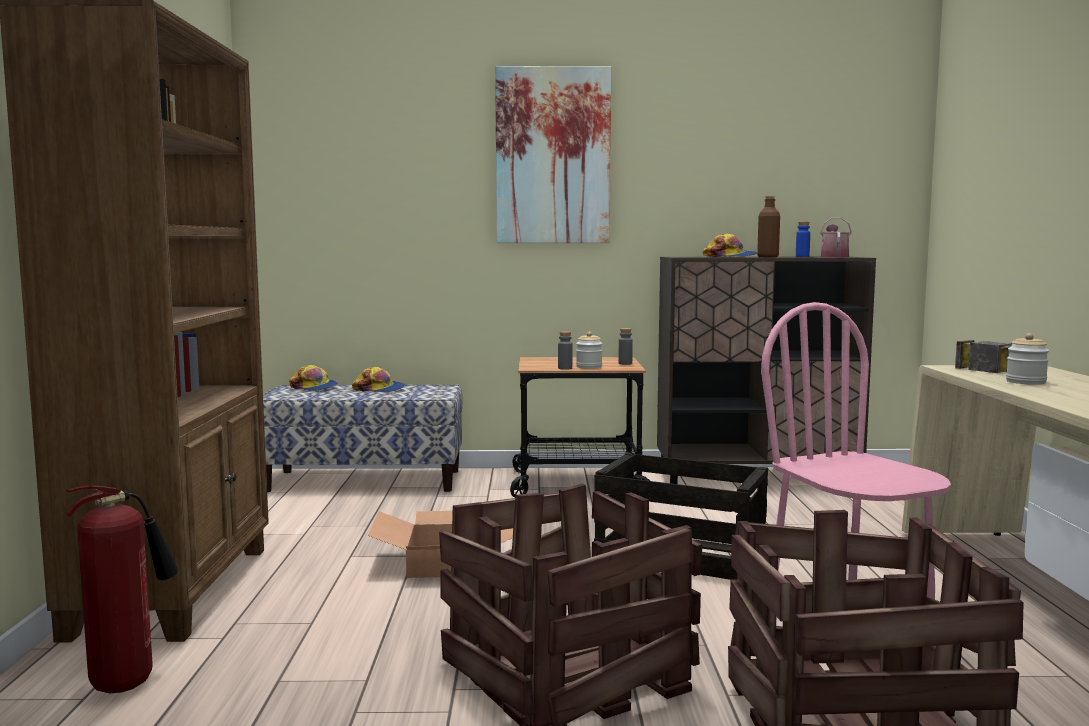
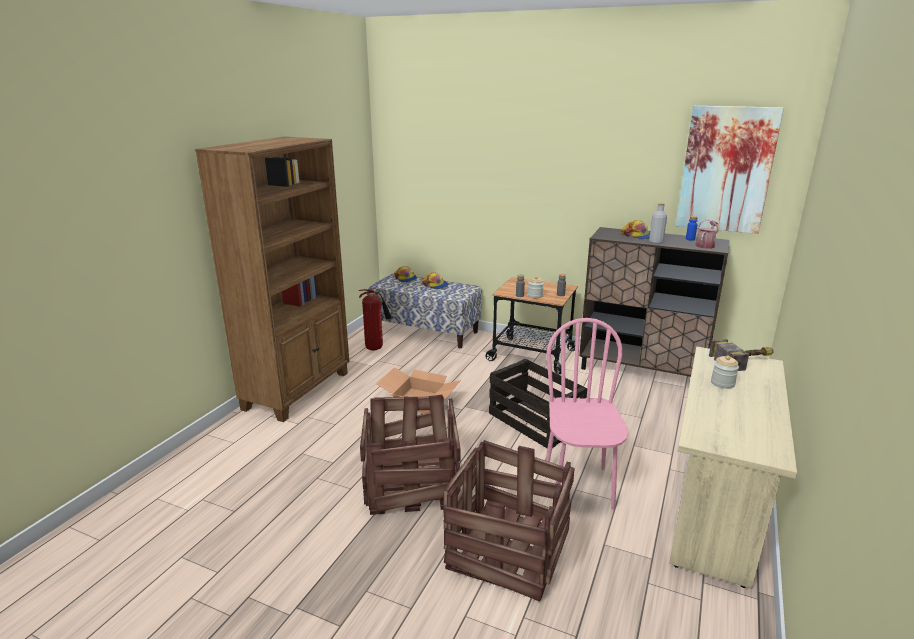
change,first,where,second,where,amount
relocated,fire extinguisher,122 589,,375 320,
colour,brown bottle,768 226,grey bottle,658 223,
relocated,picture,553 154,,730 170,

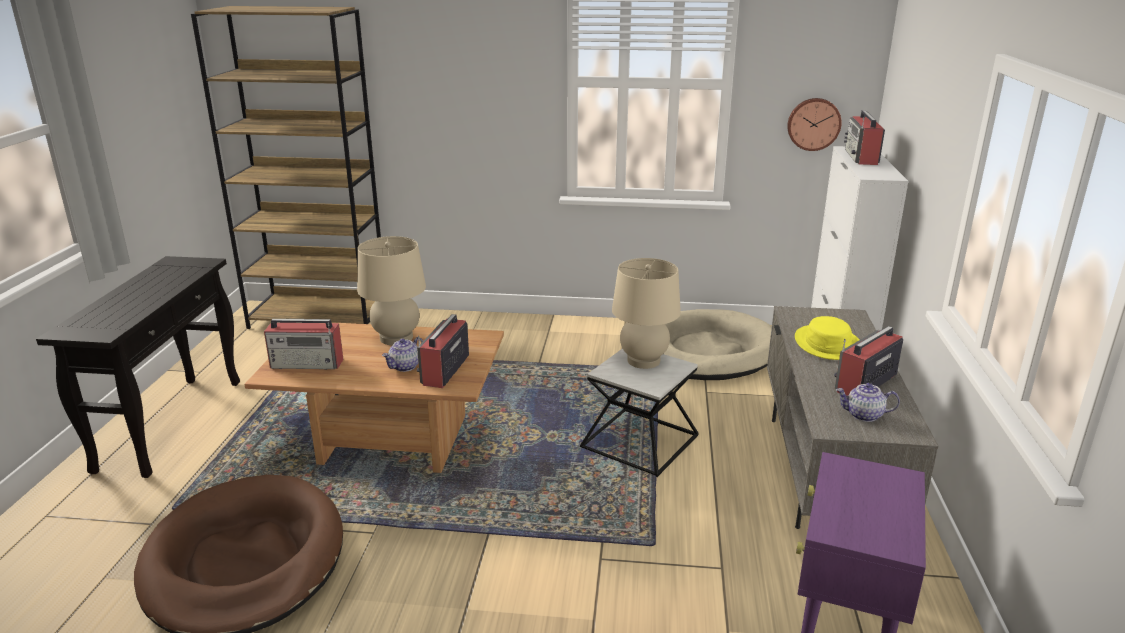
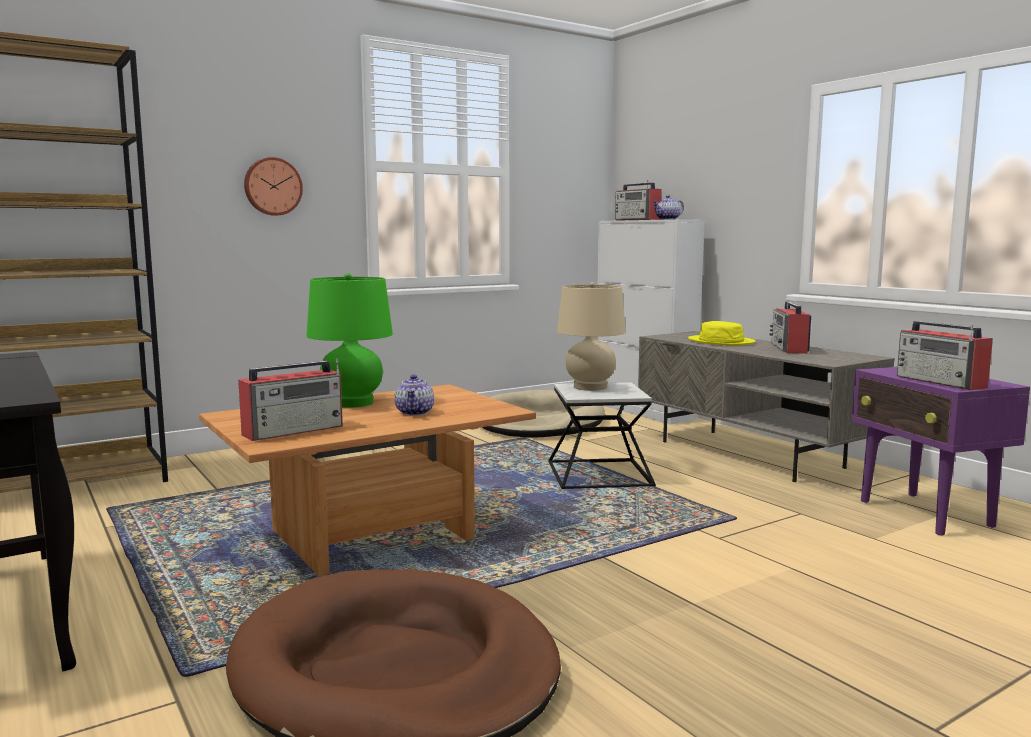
change,first,where,second,where,amount
relocated,wall clock,814 124,,273 186,
colour,beige table lamp,391 290,green table lamp,349 340,
relocated,teapot,868 402,,668 207,
relocated,radio,443 351,,945 355,

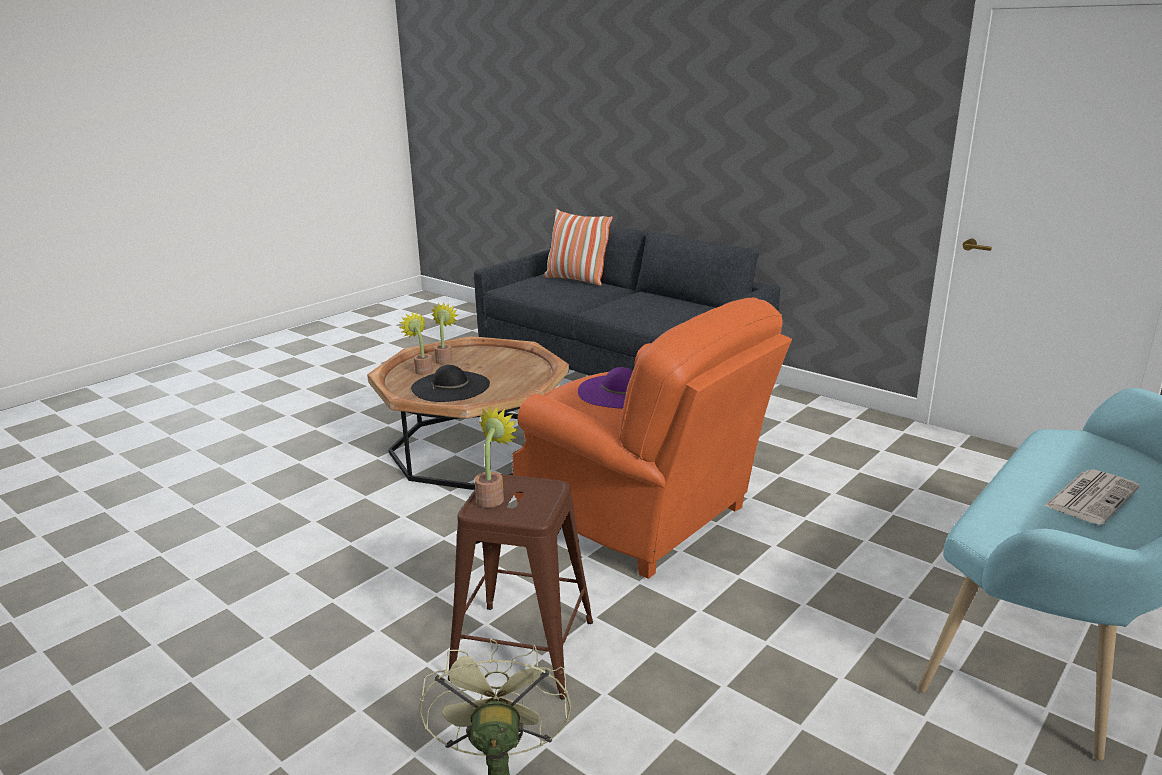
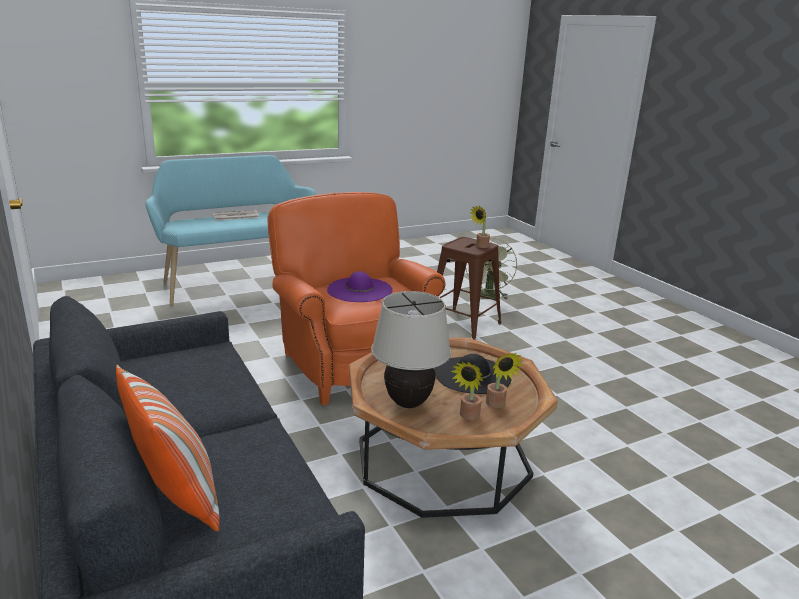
change,first,where,second,where,amount
appeared,,,beige table lamp,411 349,

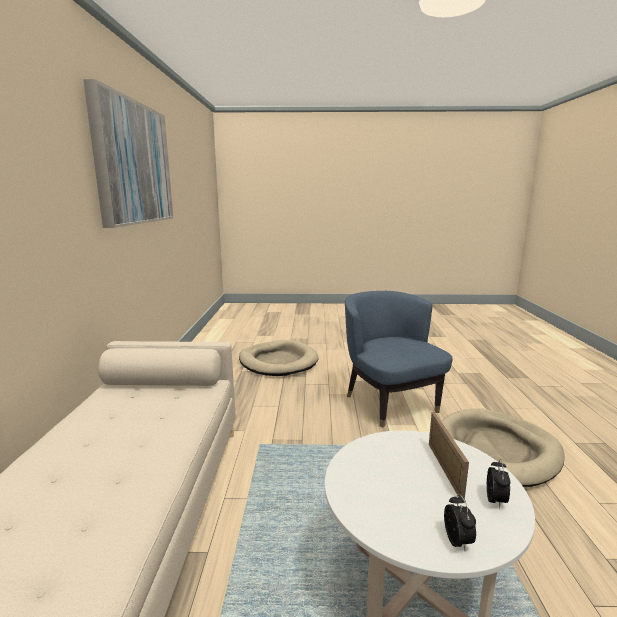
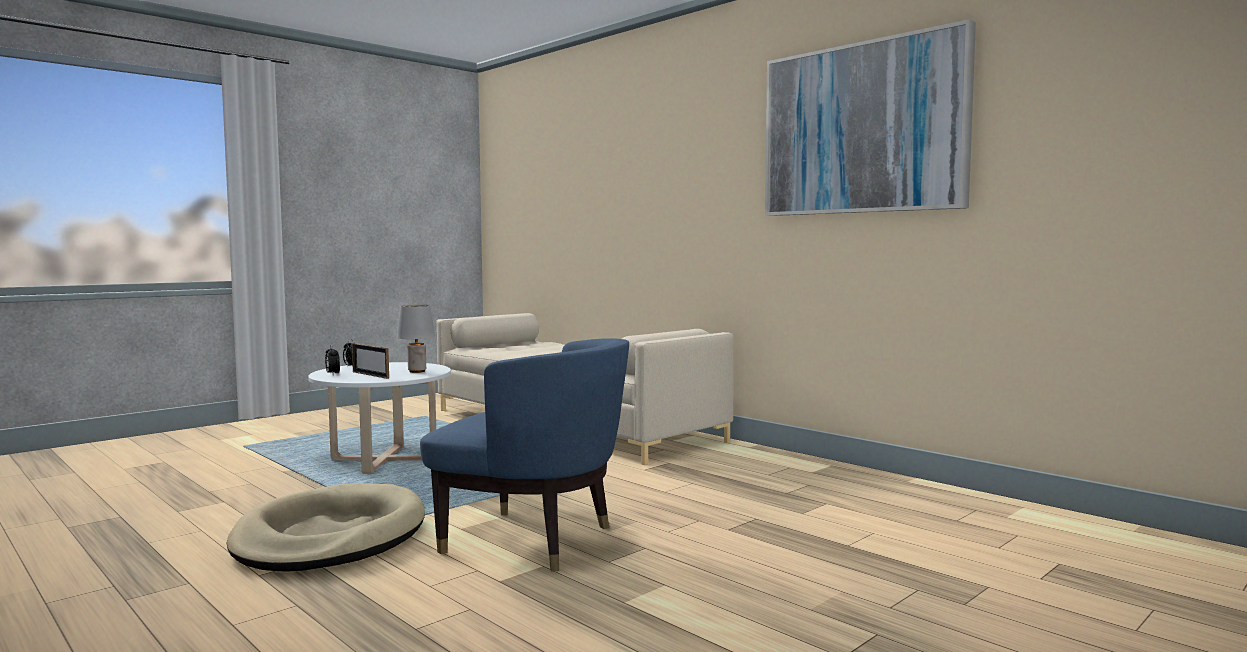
change,first,where,second,where,amount
appeared,,,grey table lamp,416 339,
missing,beige dog bed,279 358,,,

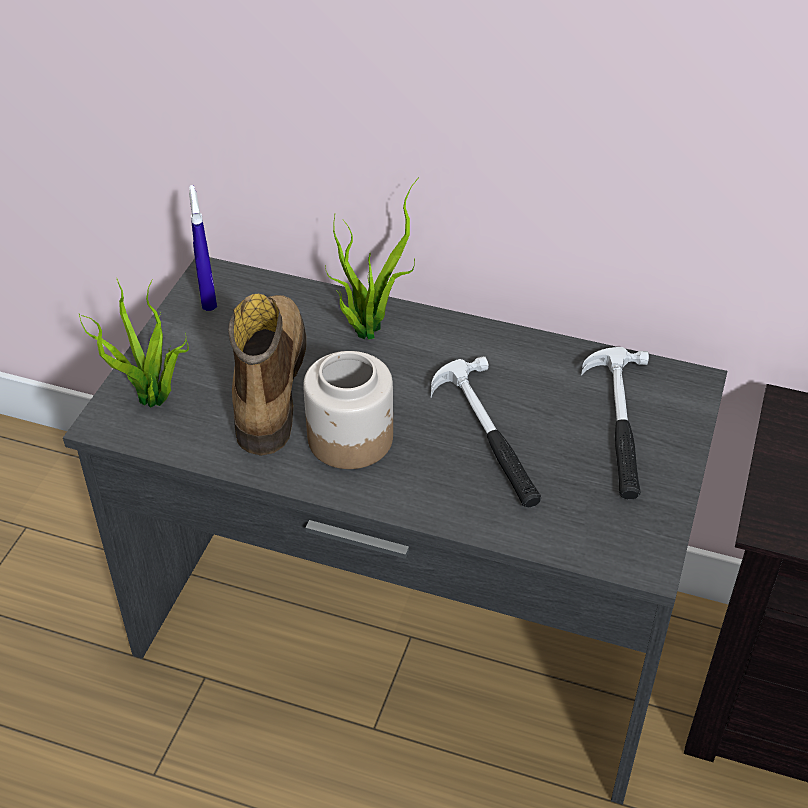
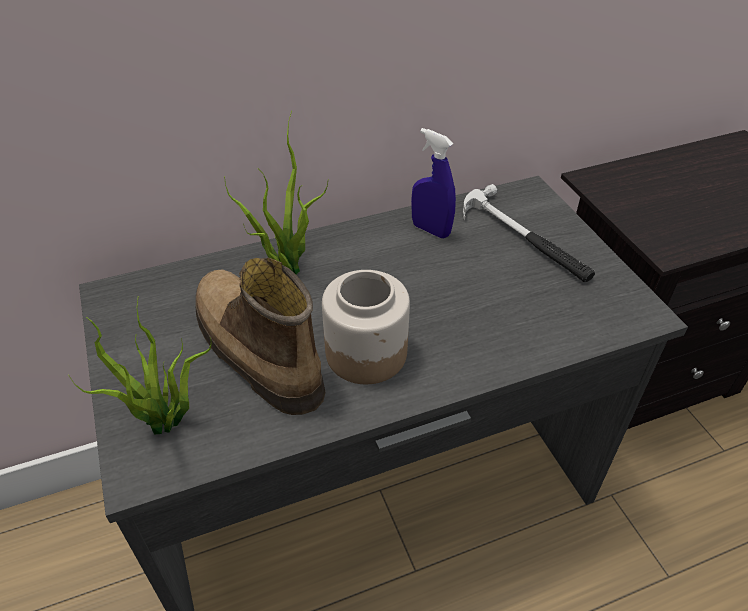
change,first,where,second,where,amount
relocated,blue spray bottle,203 248,,433 183,
missing,hammer,486 431,,,

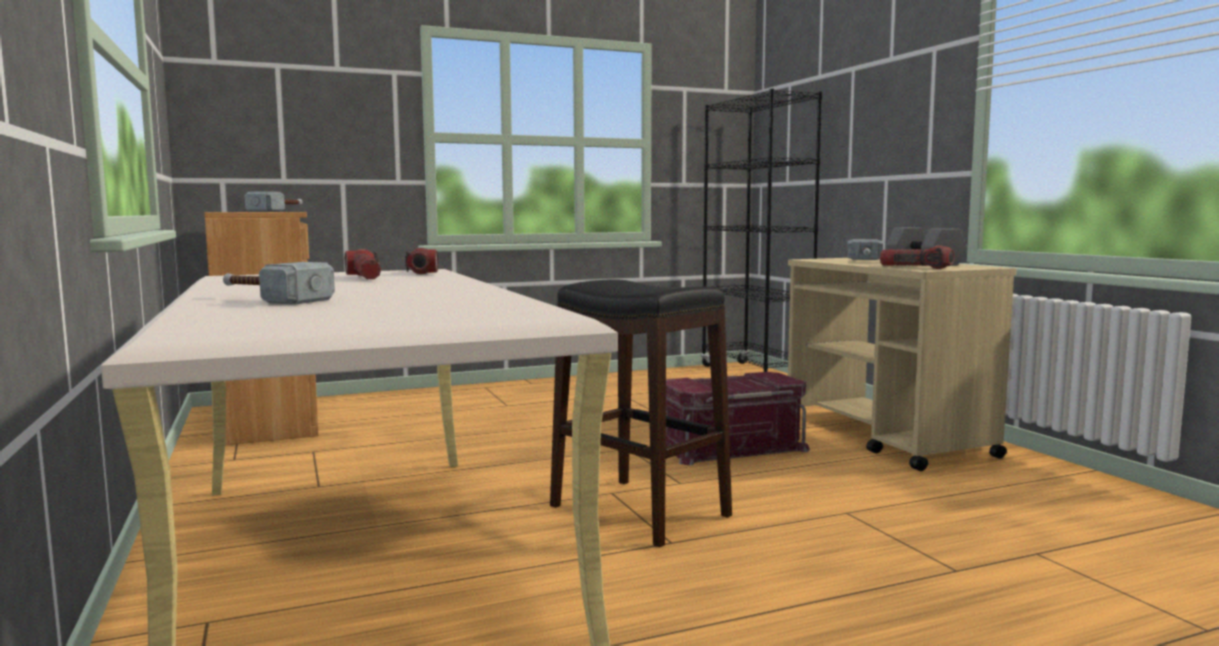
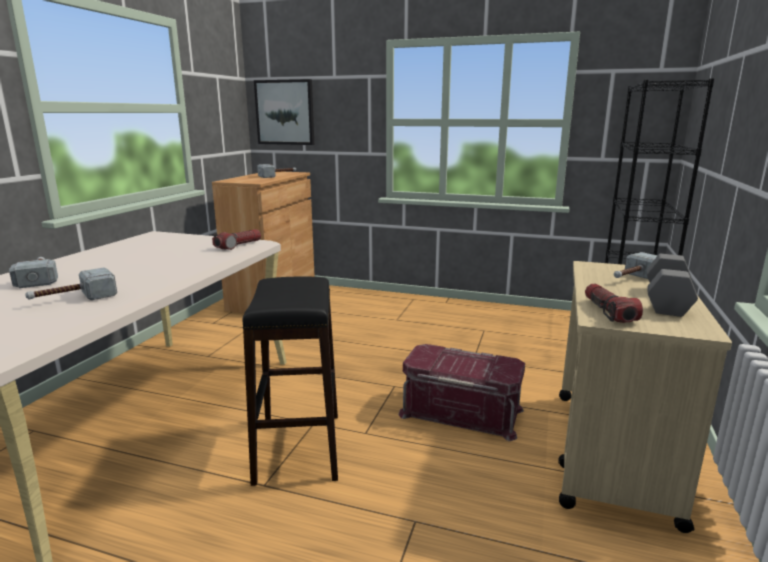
change,first,where,second,where,amount
appeared,,,hammer,71 283,
appeared,,,picture,284 112,
missing,flashlight,363 264,,,

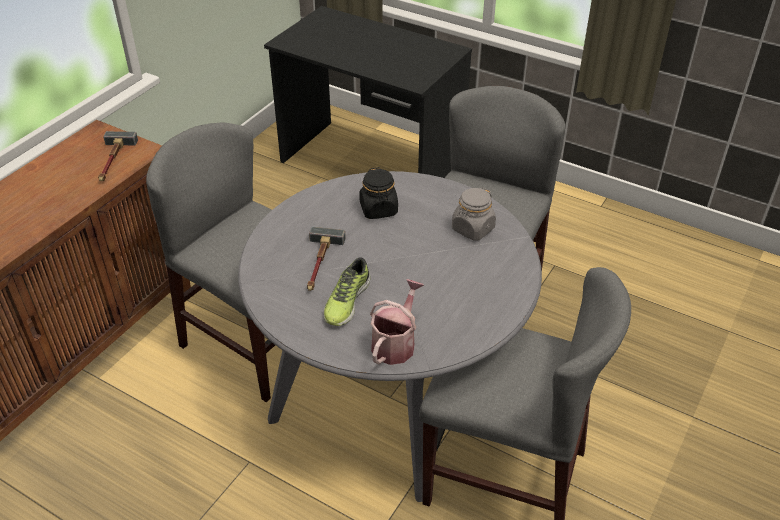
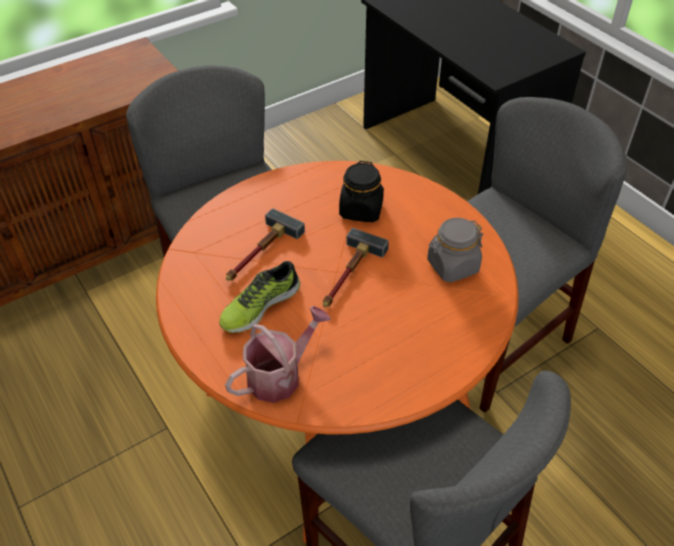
change,first,where,second,where,amount
colour,grey dining table,390 336,orange dining table,337 352,
relocated,hammer,118 156,,356 267,

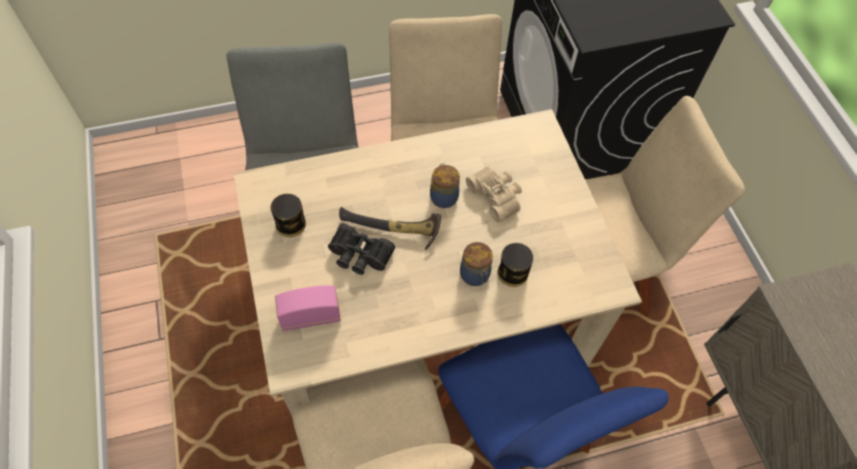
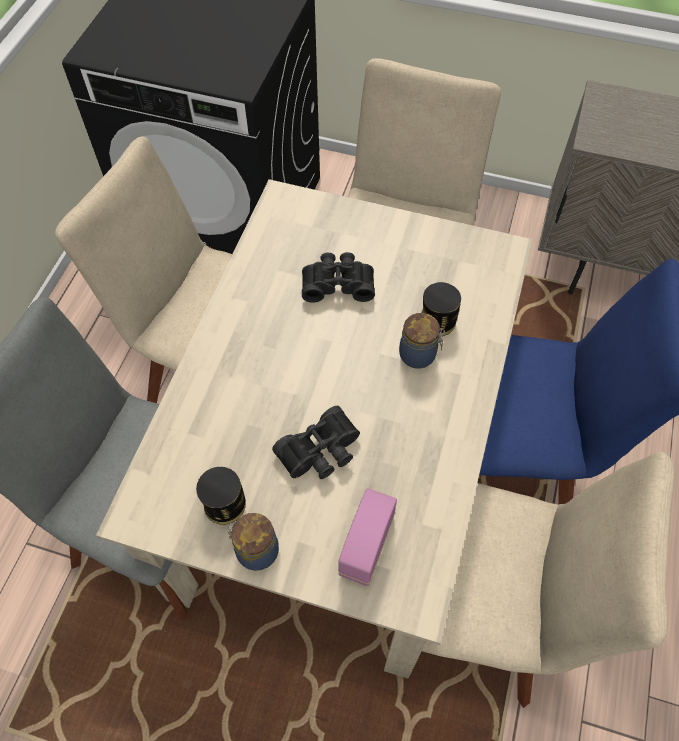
change,first,where,second,where,amount
relocated,jar,445 185,,253 542,
colour,beige binoculars,494 194,black binoculars,338 277,
missing,hammer,390 228,,,

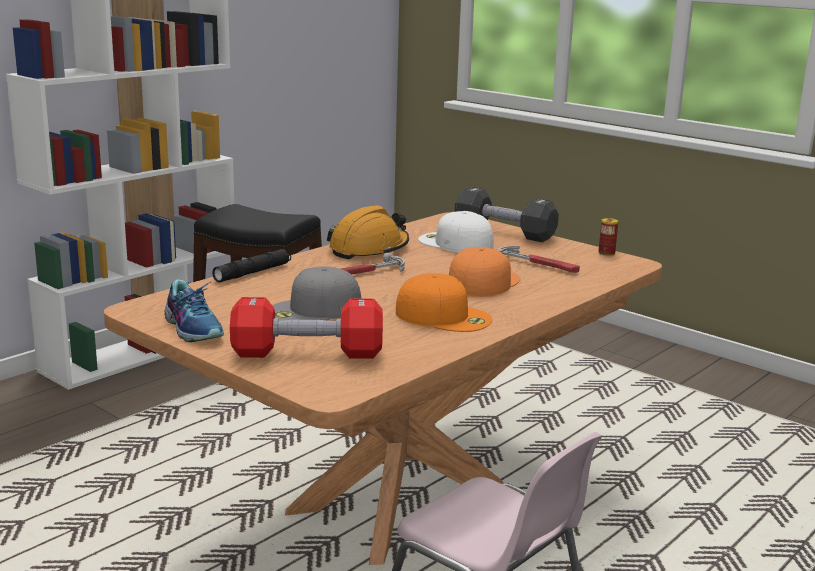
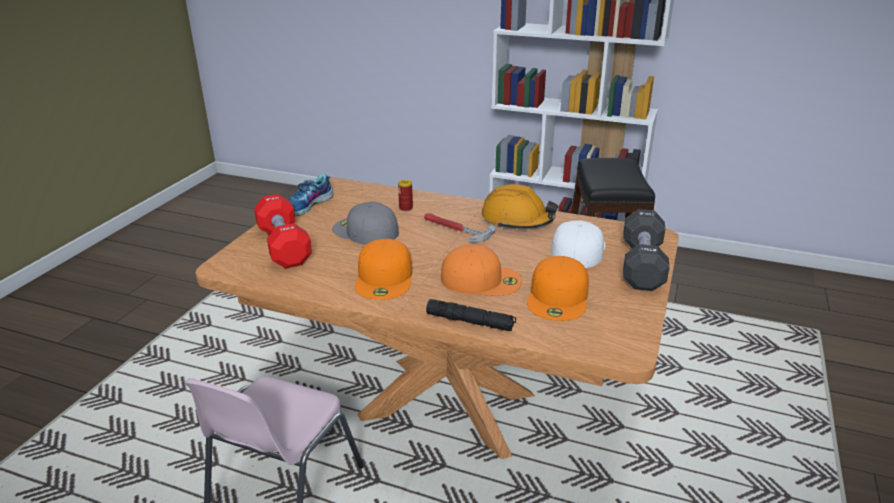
change,first,where,second,where,amount
relocated,can,608 237,,405 195,
relocated,black flashlight,251 266,,471 315,
exchanged,hammer,538 259,orange cap,558 288,

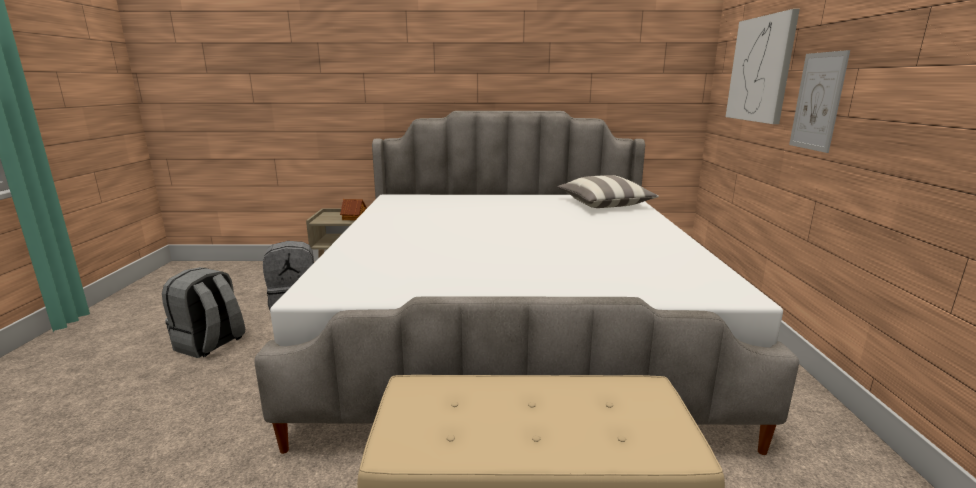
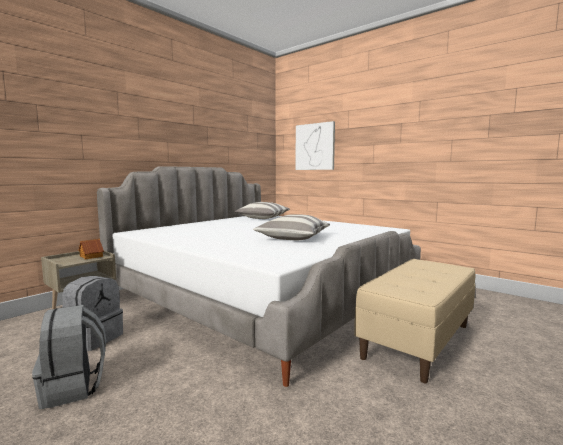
change,first,where,second,where,amount
appeared,,,pillow,291 227,
missing,picture,819 101,,,

